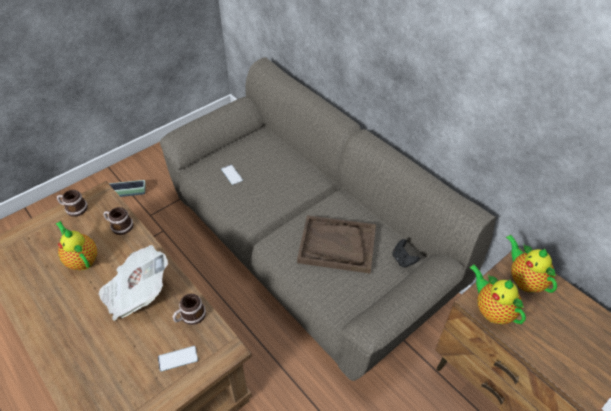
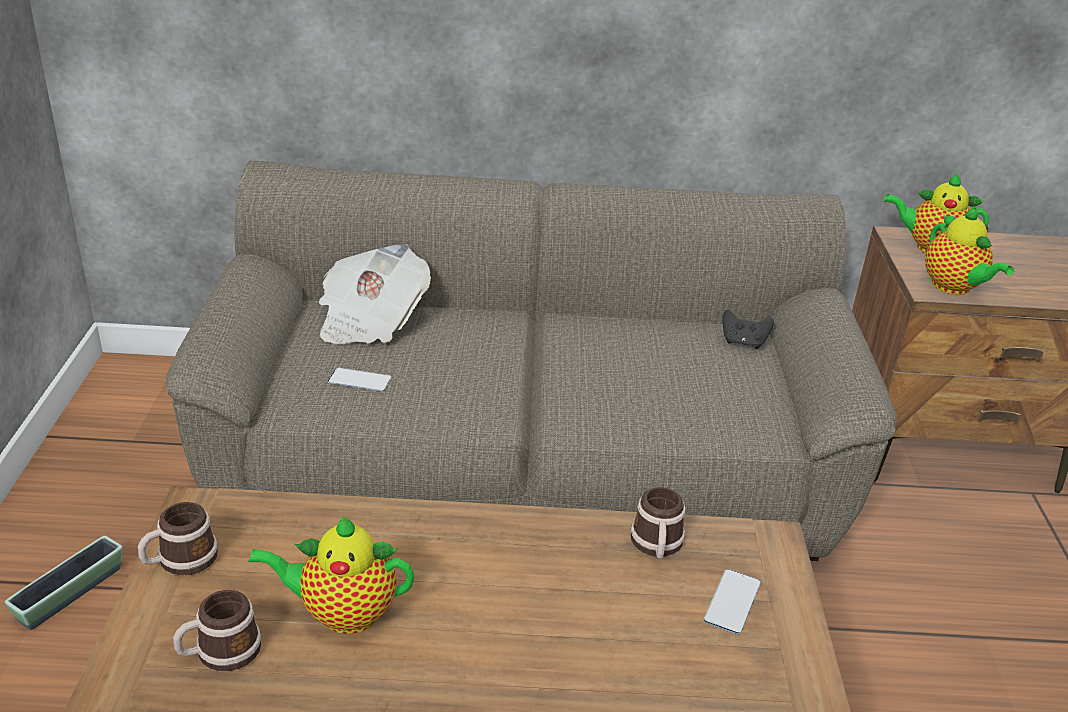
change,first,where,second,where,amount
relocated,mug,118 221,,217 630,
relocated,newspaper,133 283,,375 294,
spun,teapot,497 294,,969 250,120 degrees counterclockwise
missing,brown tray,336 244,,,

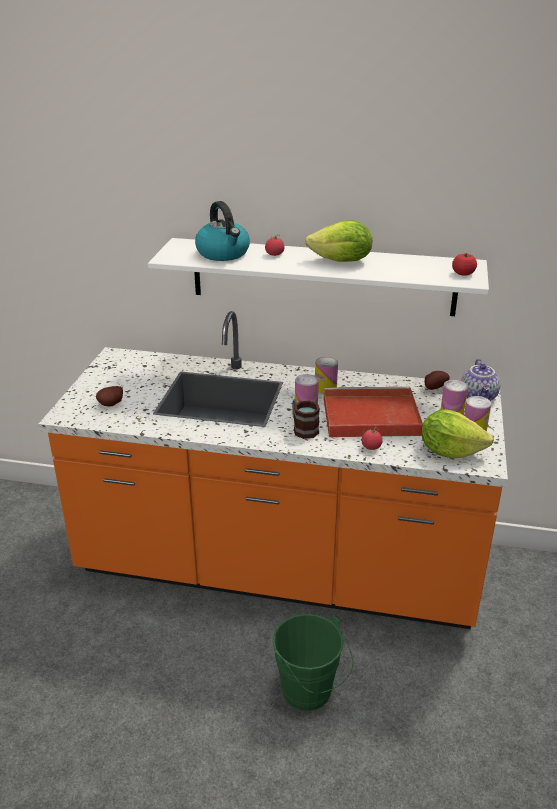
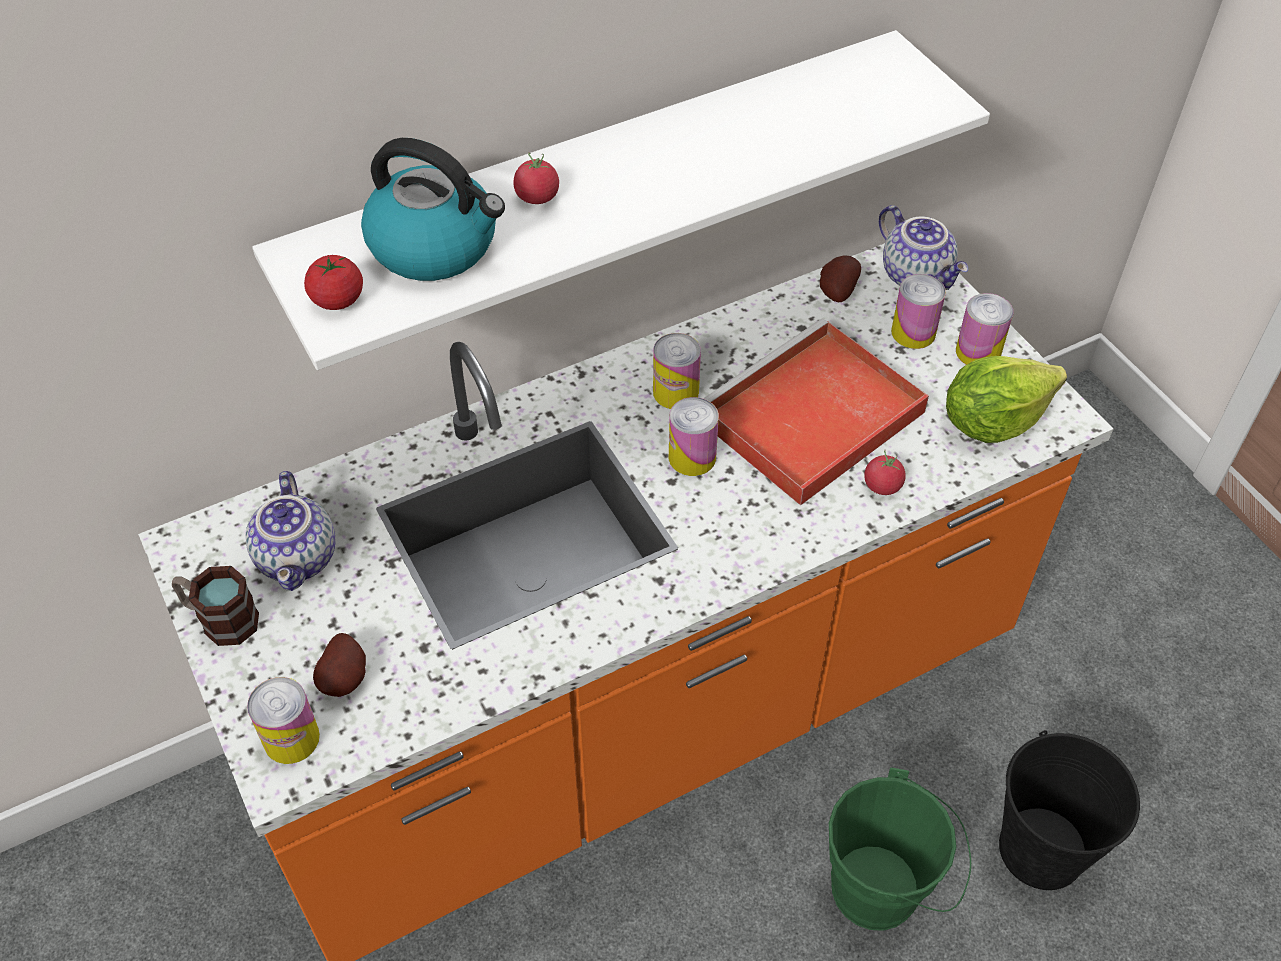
change,first,where,second,where,amount
relocated,mug,306 419,,215 606,
appeared,,,teapot,291 531,
appeared,,,can,283 720,
relocated,tomato,464 264,,333 282,
appeared,,,black bucket,1069 810,
missing,lettuce,338 241,,,

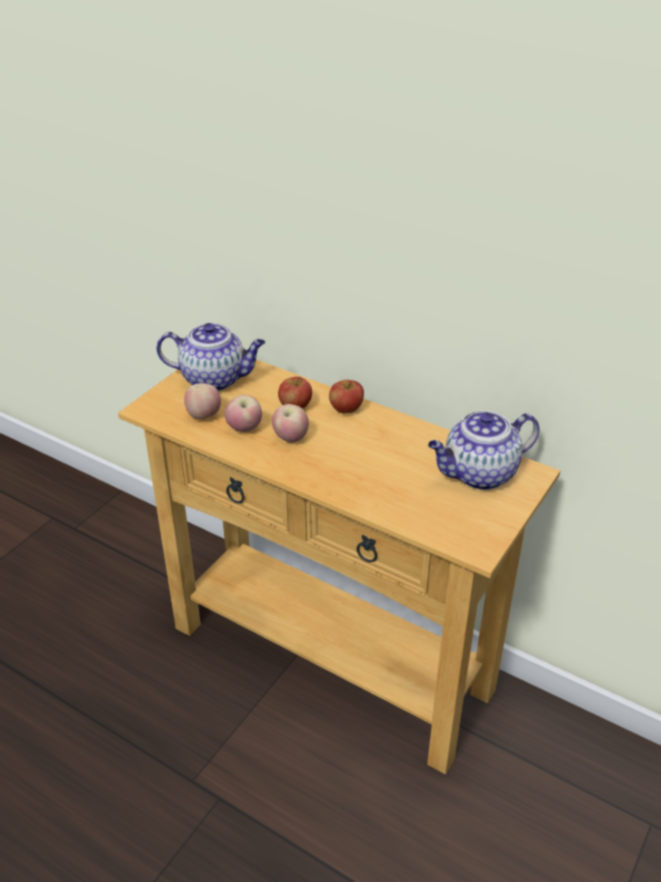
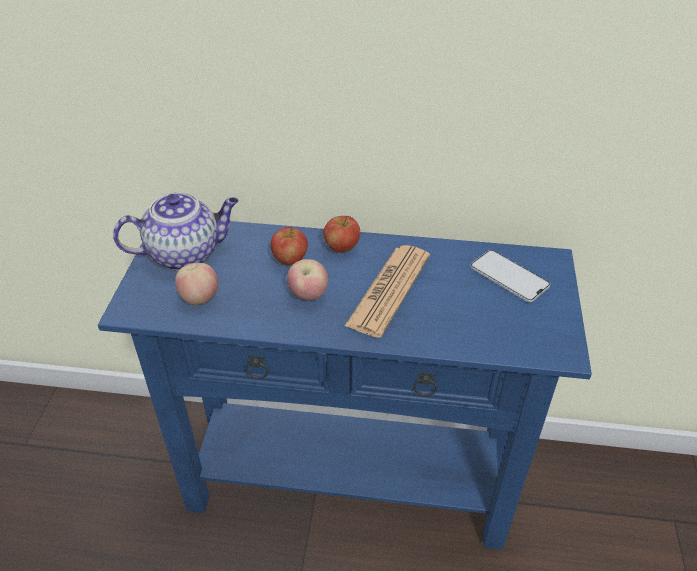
change,first,where,second,where,amount
colour,beige console table,339 567,blue console table,345 385,
appeared,,,newspaper,387 291,
exchanged,teapot,484 450,phone,510 276,
missing,apple,243 413,,,

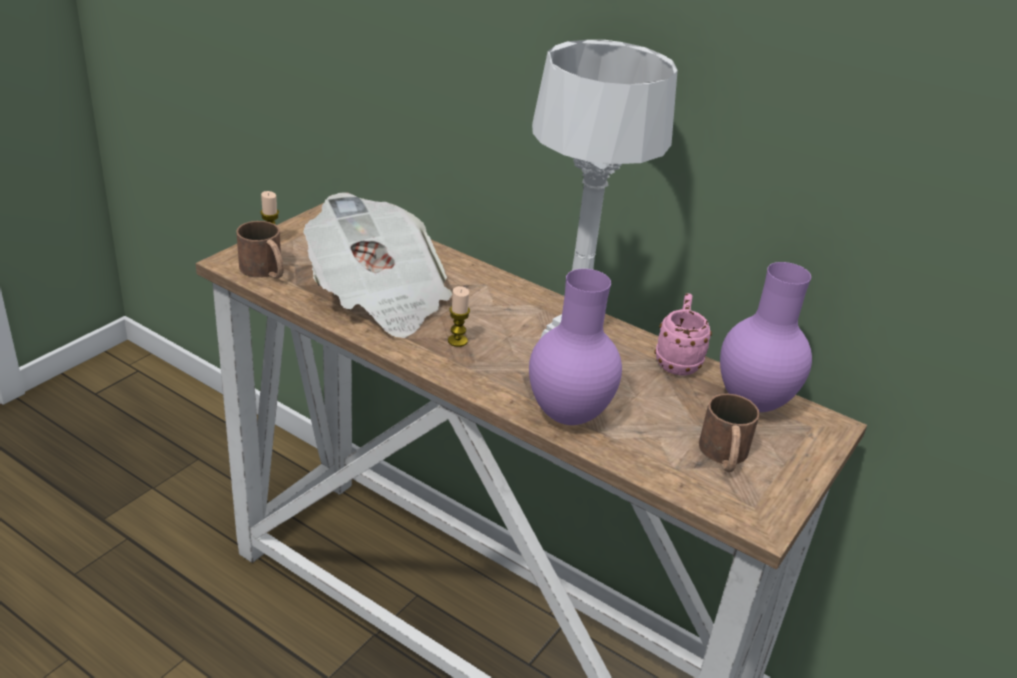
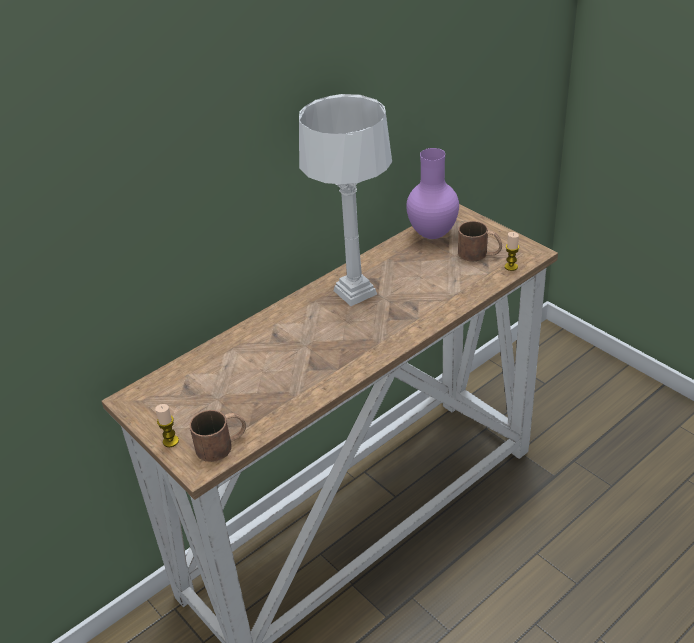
change,first,where,second,where,amount
relocated,candle,459 316,,512 251,
missing,newspaper,377 265,,,
missing,purple vase,575 347,,,
missing,pink mug,683 334,,,

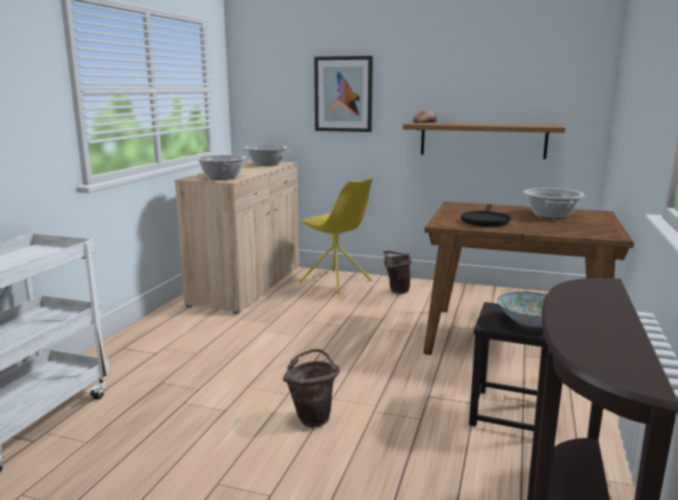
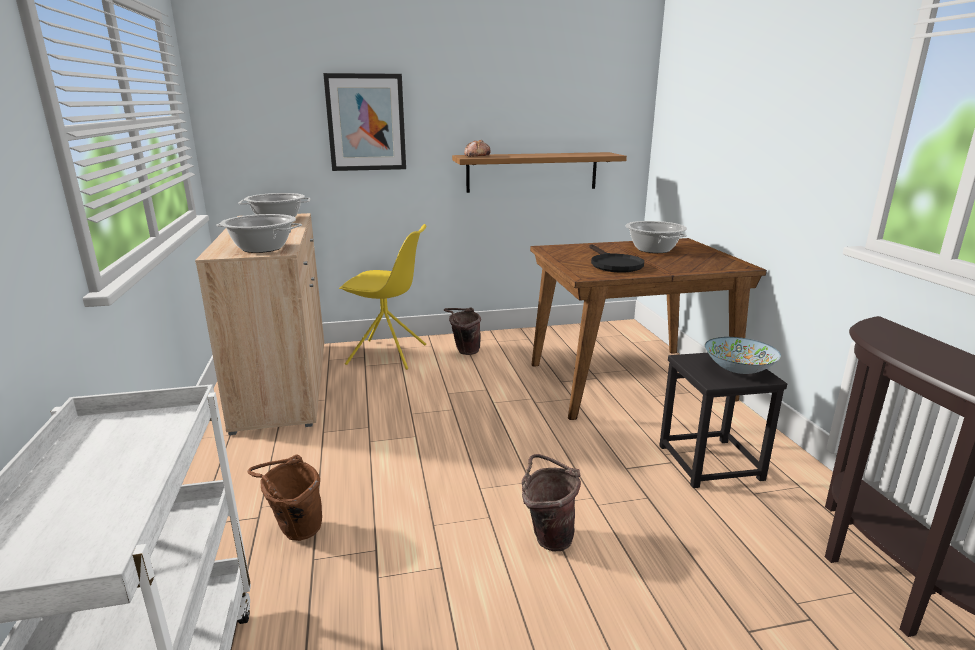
change,first,where,second,where,amount
appeared,,,brown bucket,284 498,

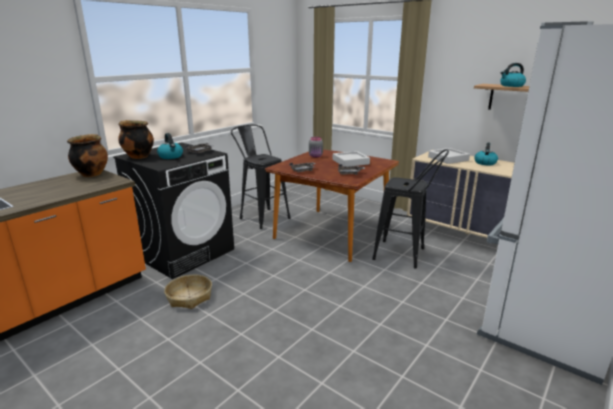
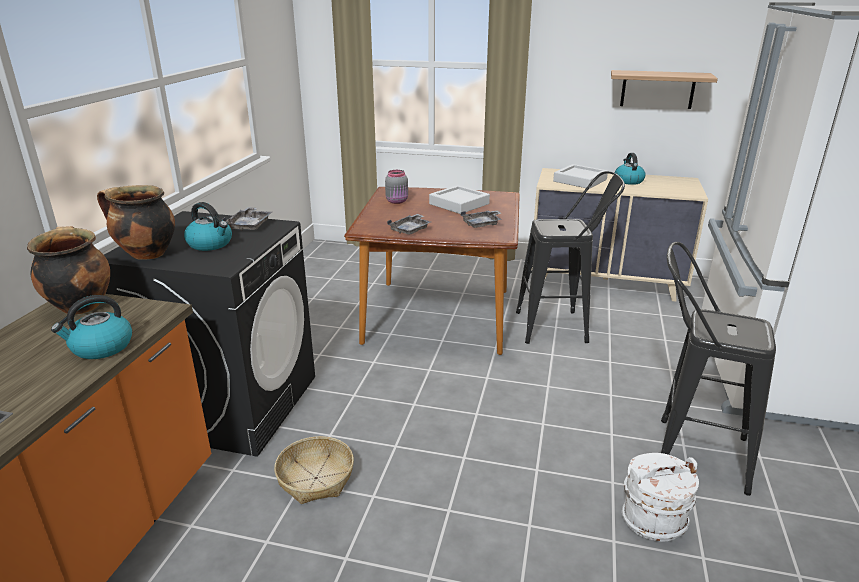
change,first,where,second,where,amount
relocated,kettle,513 75,,91 327,
appeared,,,white bucket,660 497,
relocated,black stool,260 177,,718 369,

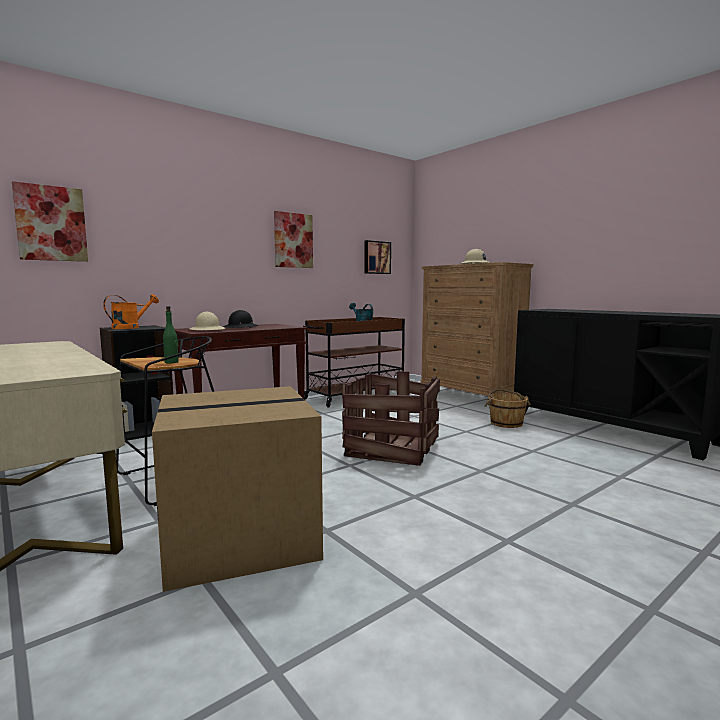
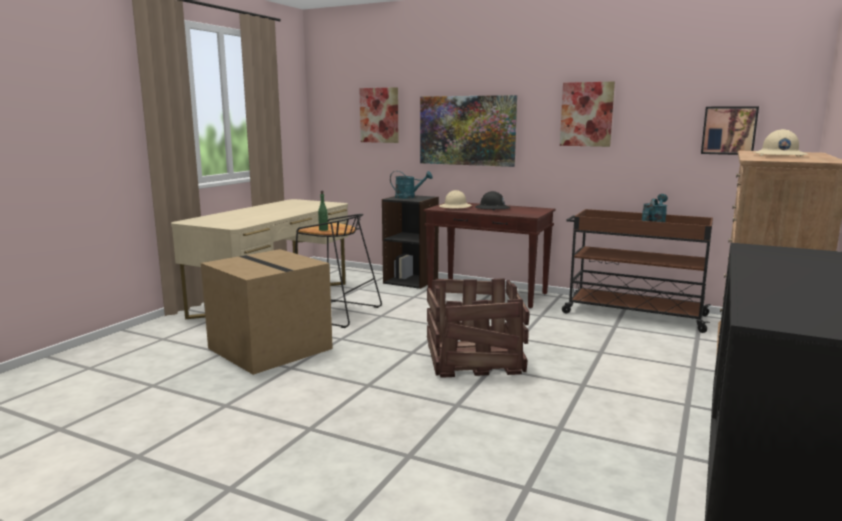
change,first,where,second,where,amount
colour,orange watering can,131 311,turquoise watering can,411 185,
appeared,,,picture,468 131,
missing,brown bucket,508 408,,,

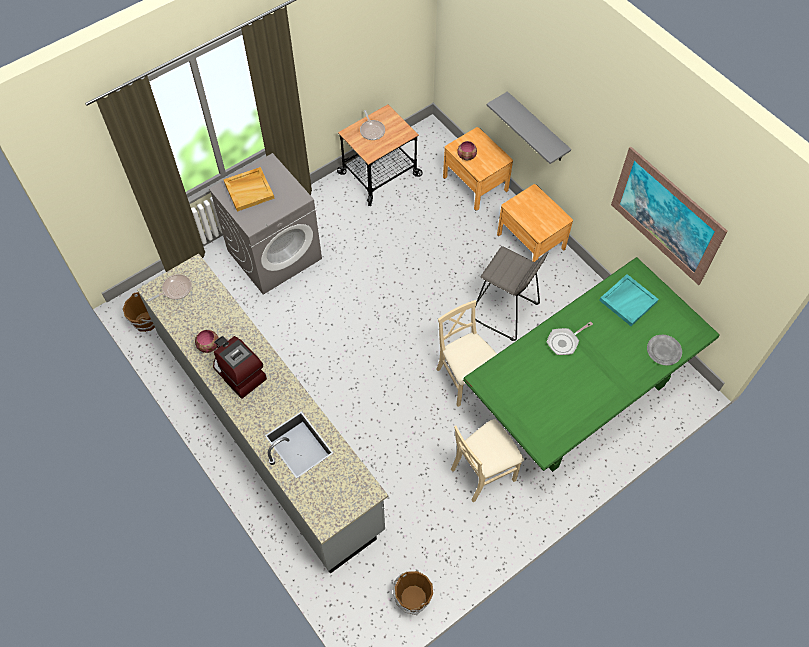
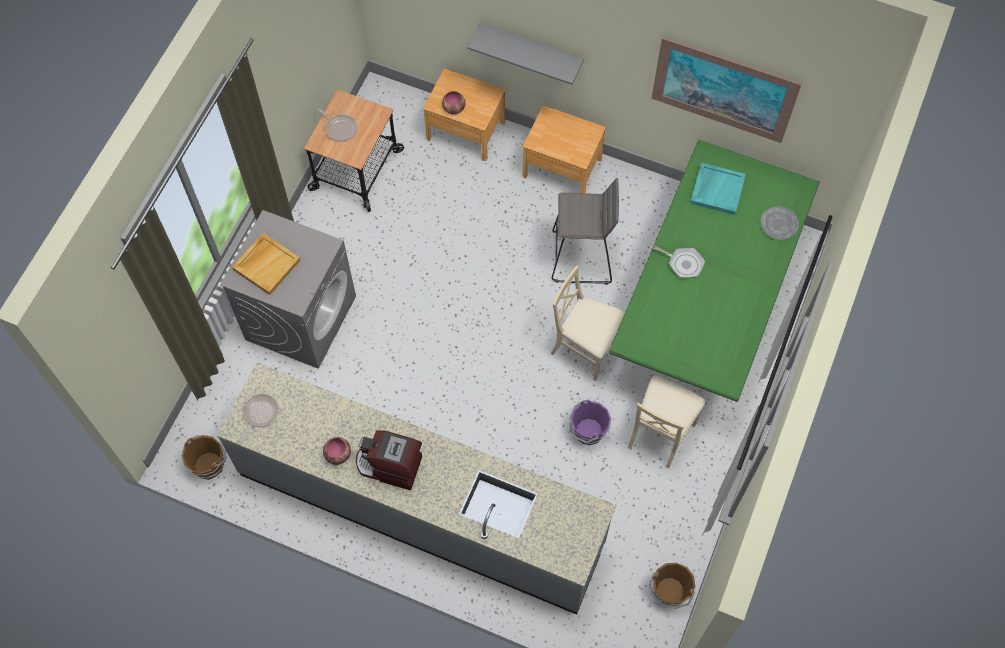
change,first,where,second,where,amount
appeared,,,purple bucket,590 422,
spun,frying pan,570 338,,677 261,90 degrees counterclockwise

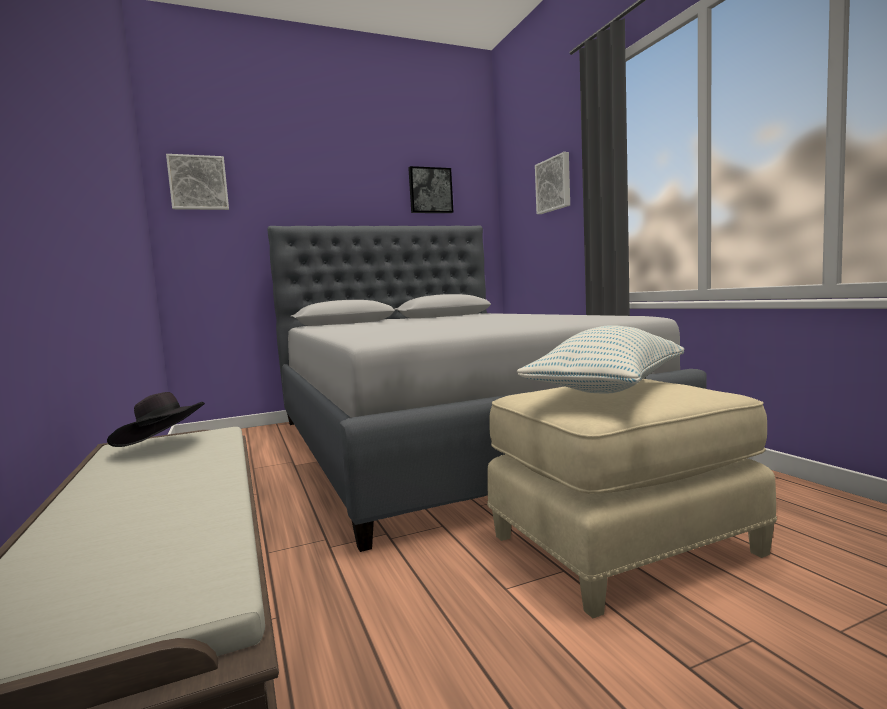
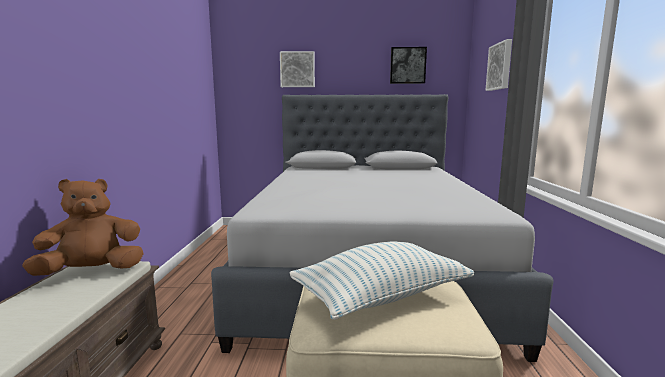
change,first,where,second,where,amount
exchanged,black hat,156 419,brown plush toy,83 227,
relocated,picture,197 182,,297 69,

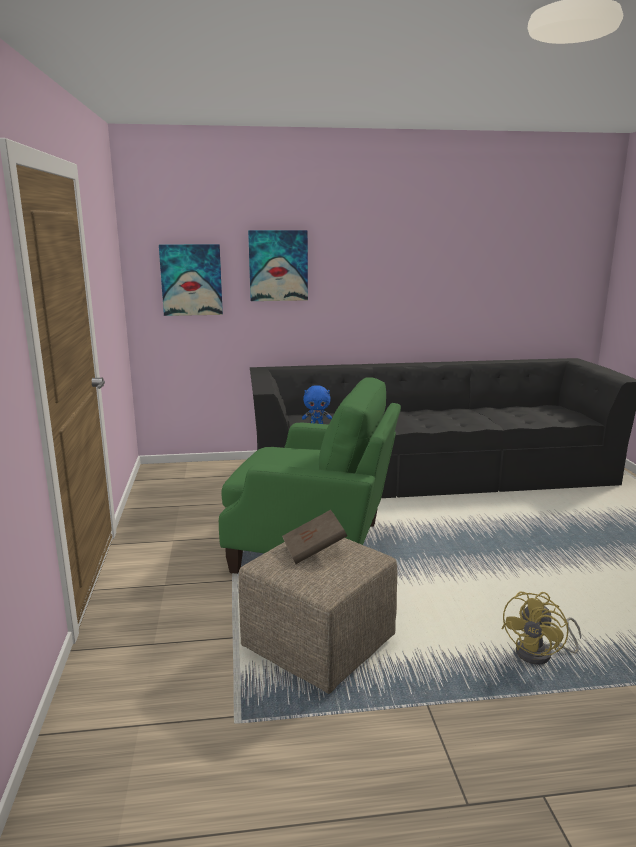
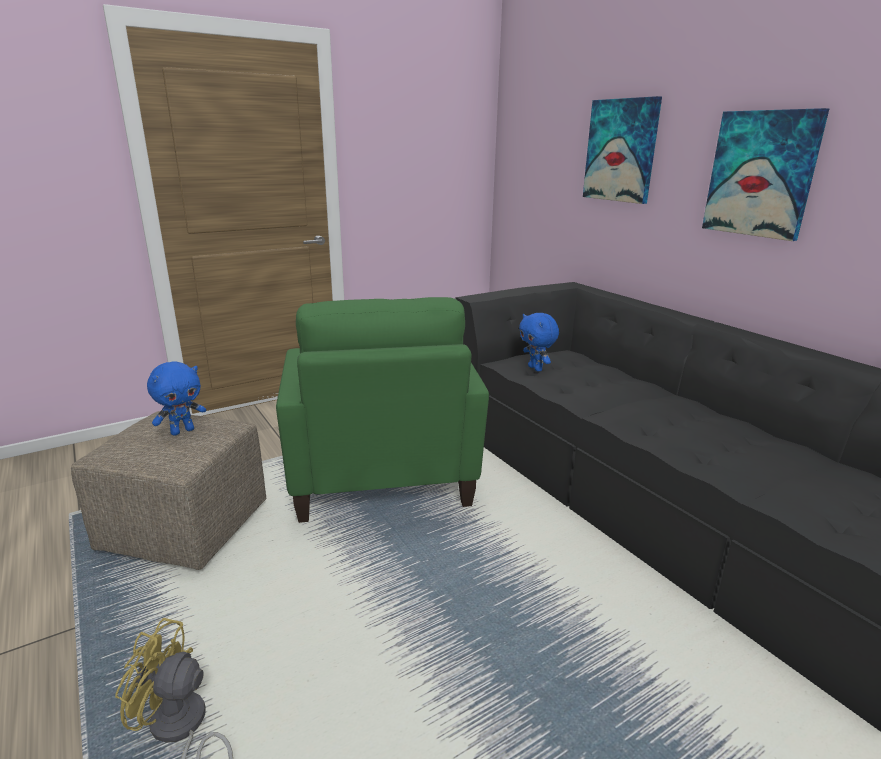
change,first,where,second,where,amount
exchanged,brown book,314 537,blue plush toy,176 398,
relocated,picture,191 280,,765 174,

